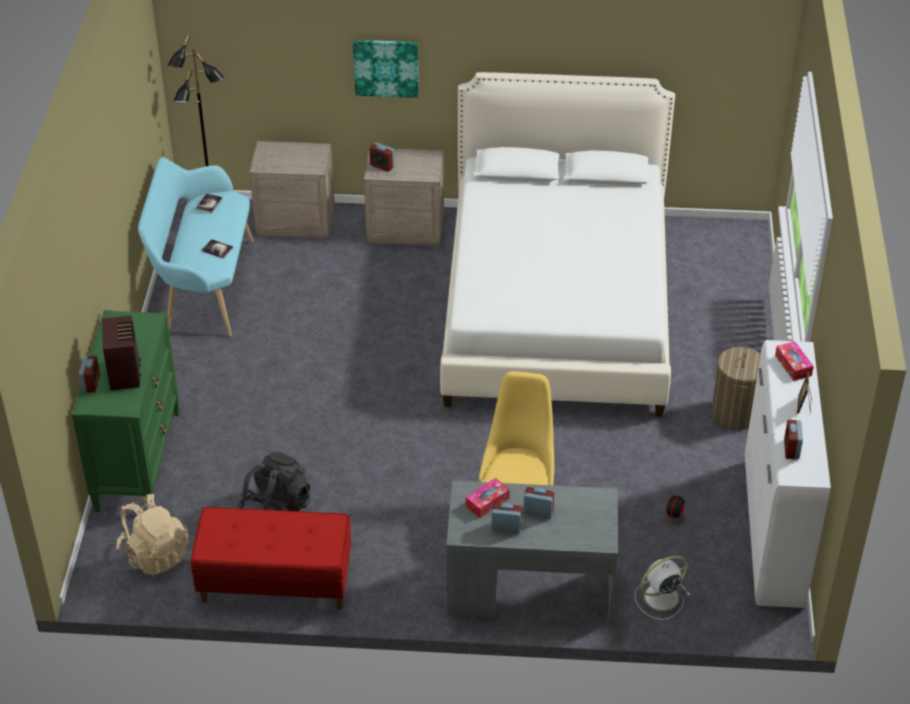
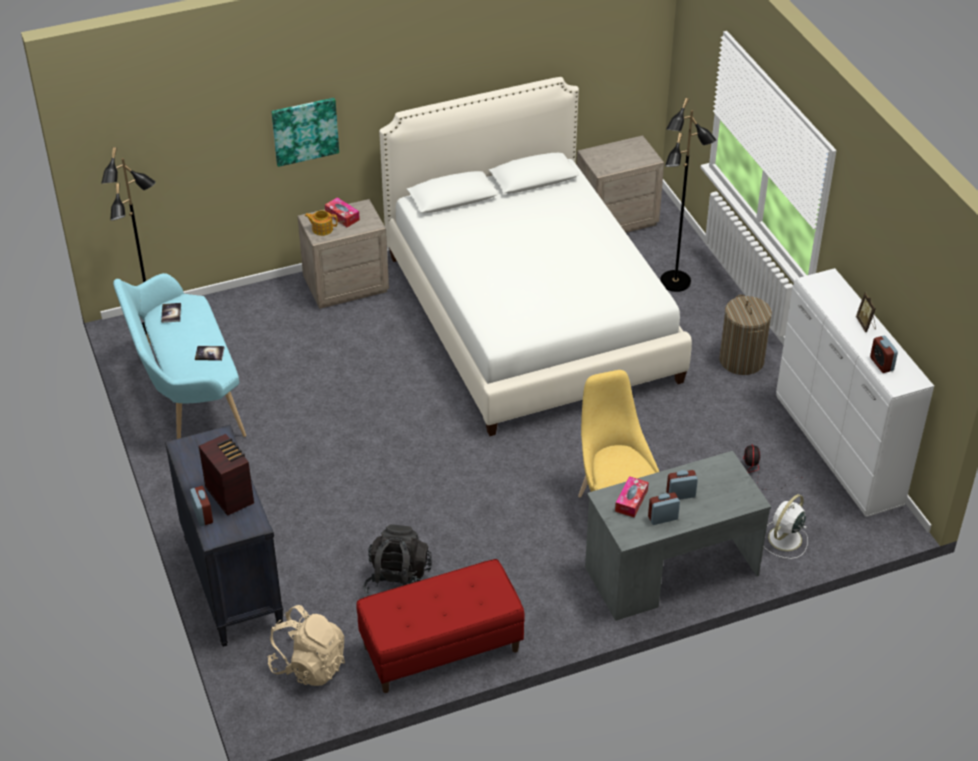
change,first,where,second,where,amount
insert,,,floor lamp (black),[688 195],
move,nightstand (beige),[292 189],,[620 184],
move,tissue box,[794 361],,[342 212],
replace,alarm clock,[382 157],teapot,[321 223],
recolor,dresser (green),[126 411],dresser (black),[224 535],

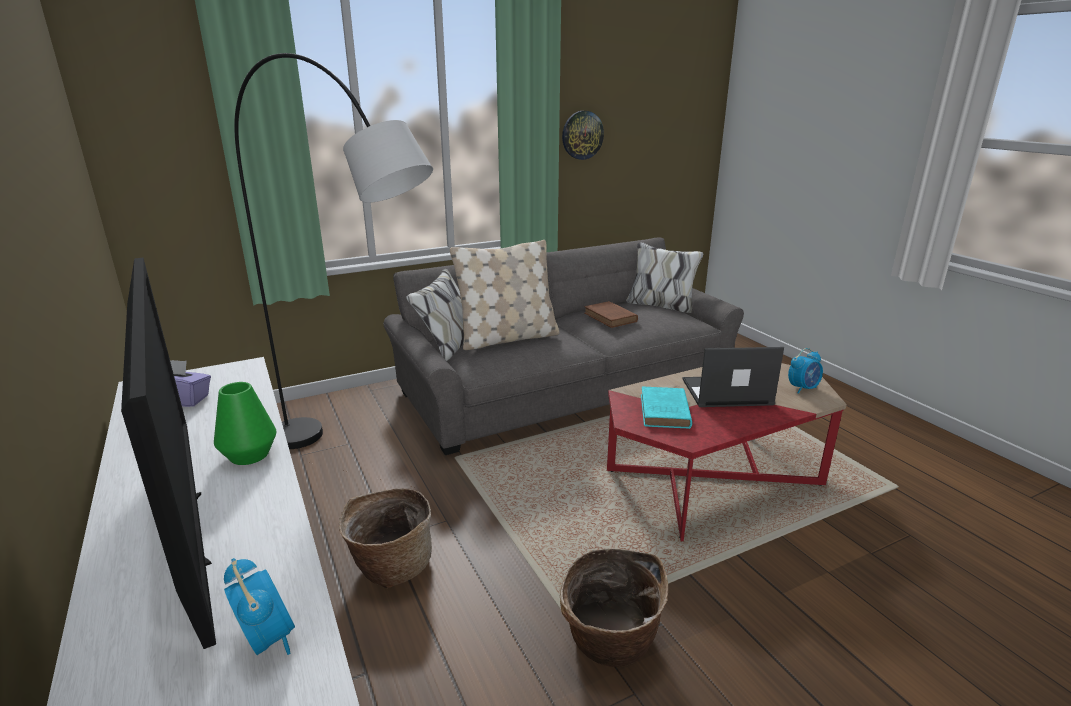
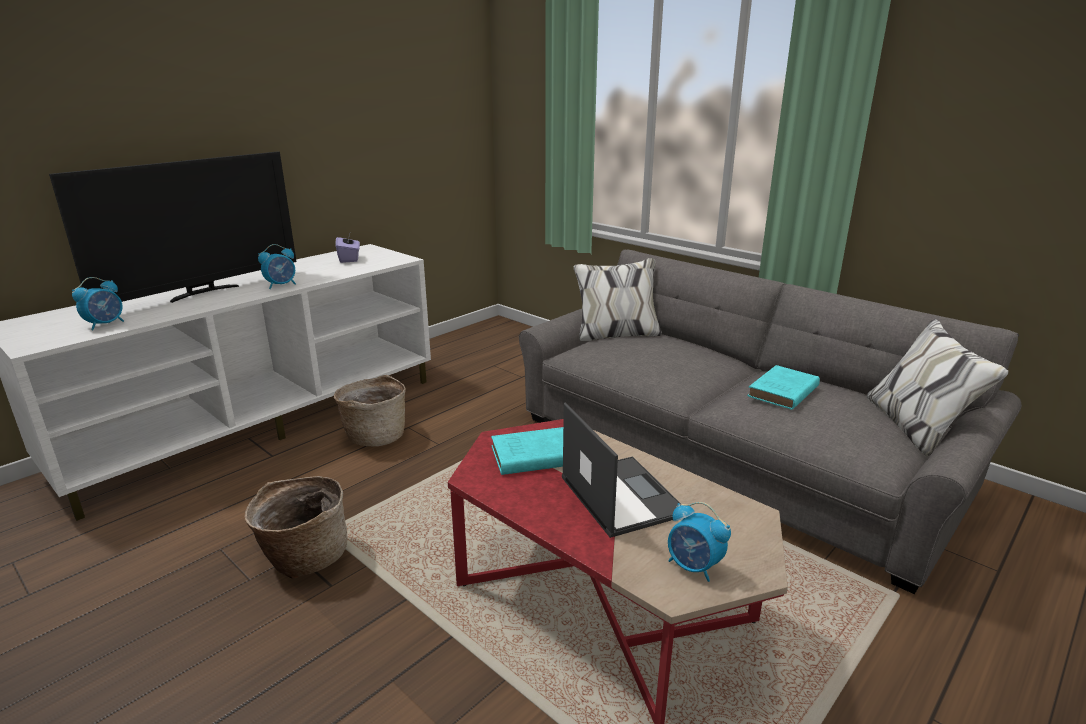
change,first,where,second,where,amount
delete,floor lamp (black),[333 251],,,
delete,pillow (beige),[504 295],,,
delete,wall clock,[583 135],,,
replace,vase (green),[245 423],alarm clock,[277 266],
recolor,book (brown),[611 314],book (turquoise),[783 387],

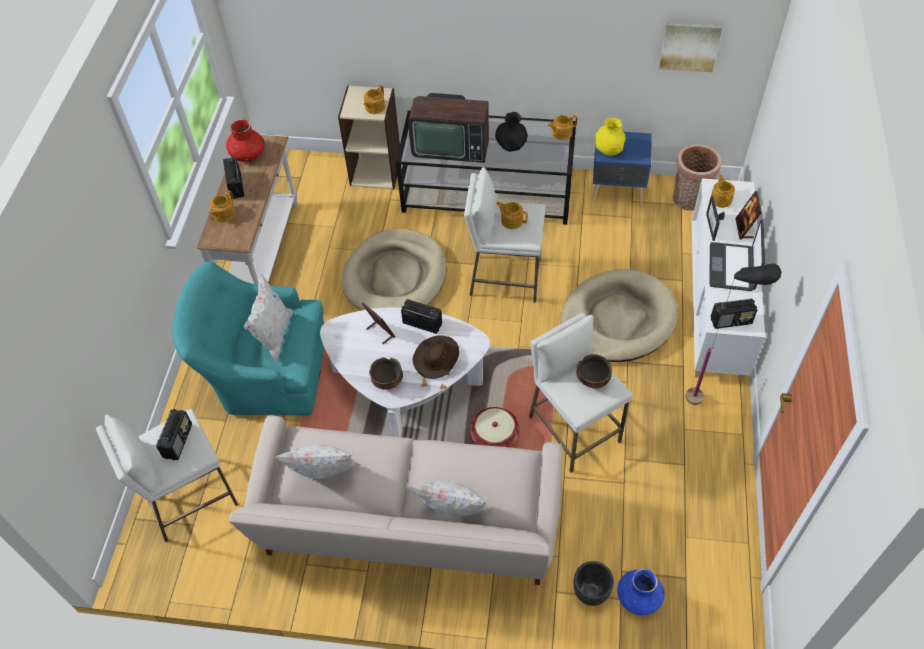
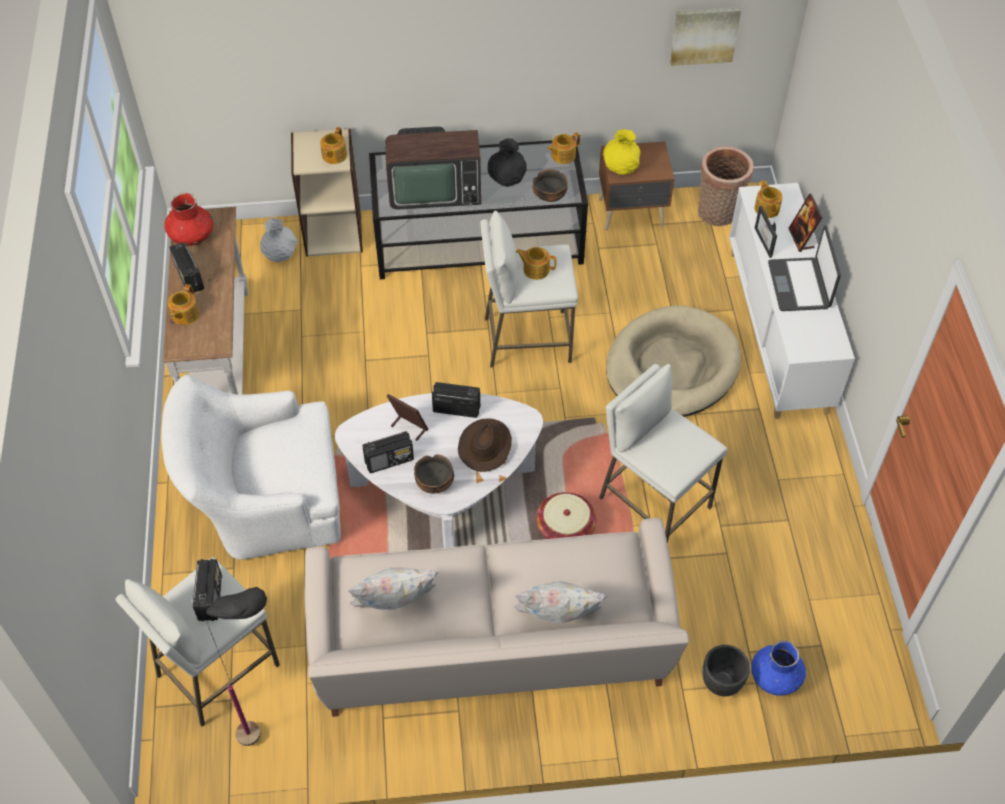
change,first,where,second,where,amount
delete,pillow (white),[268 318],,,
delete,dog bed (beige),[394 269],,,
insert,,,vase (white),[279 240],
move,bowl,[594 371],,[550 185],
move,floor lamp (black),[733 334],,[235 666],
move,radio,[734 314],,[388 452],
recolor,armchair (turquoise),[248 338],armchair (white),[251 467],
recolor,nightstand (blue),[622 167],nightstand (brown),[636 186],

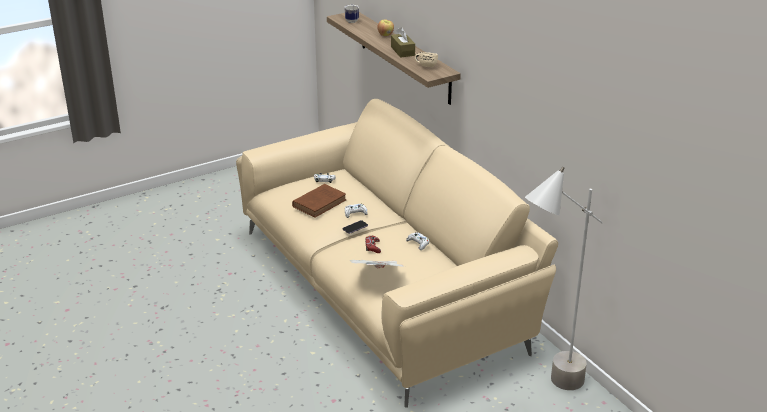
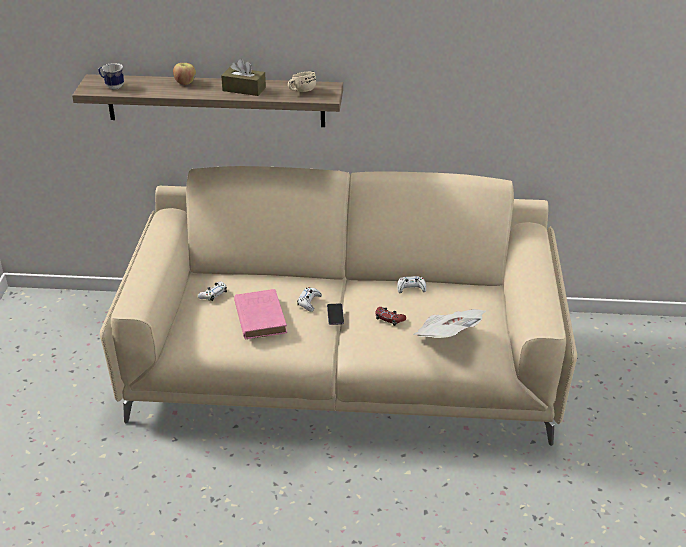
change,first,where,second,where,amount
delete,floor lamp (grey),[564 278],,,
recolor,book (brown),[319 201],book (pink),[260 314],

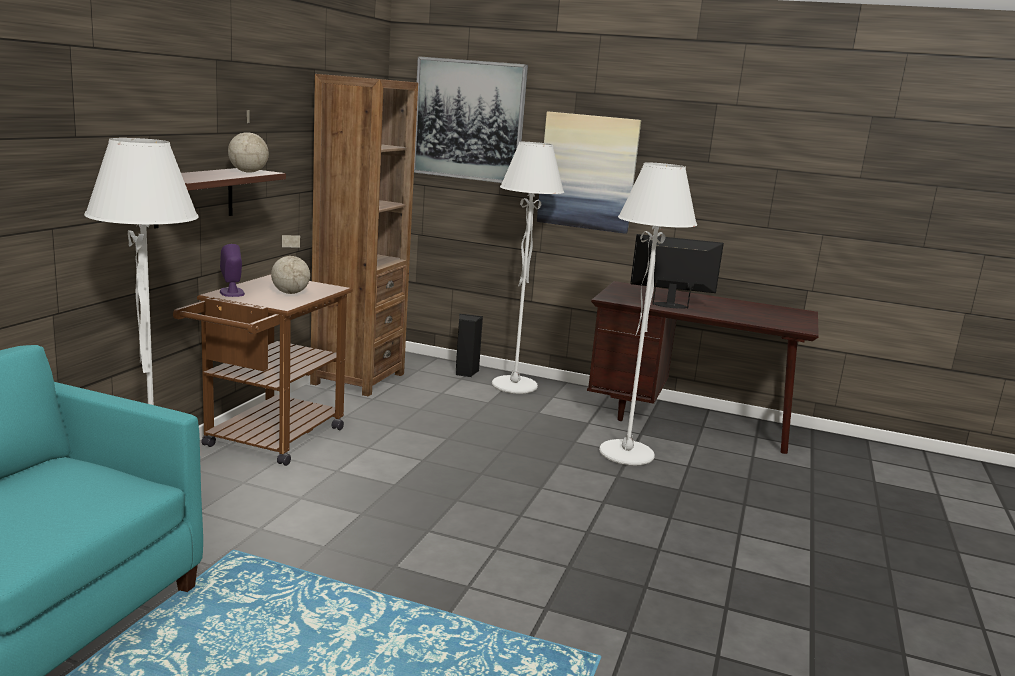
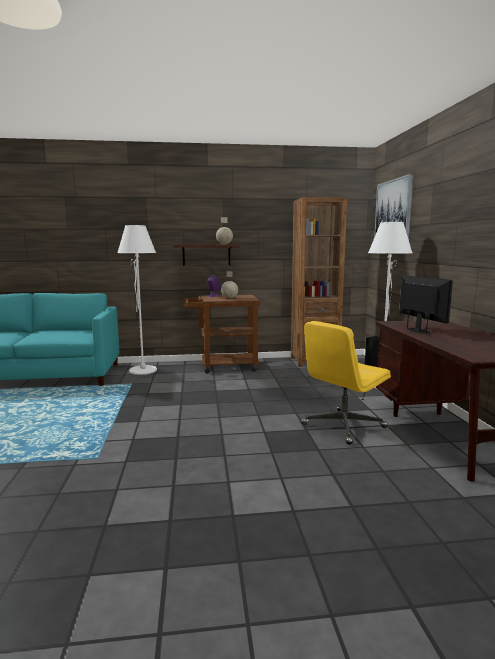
change,first,where,second,where,amount
delete,picture,[589 173],,,
replace,floor lamp (white),[648 314],office chair (yellow),[346 383],

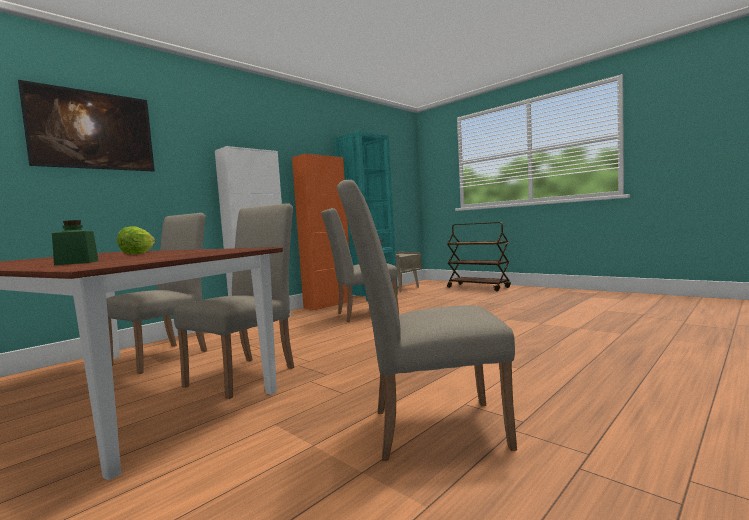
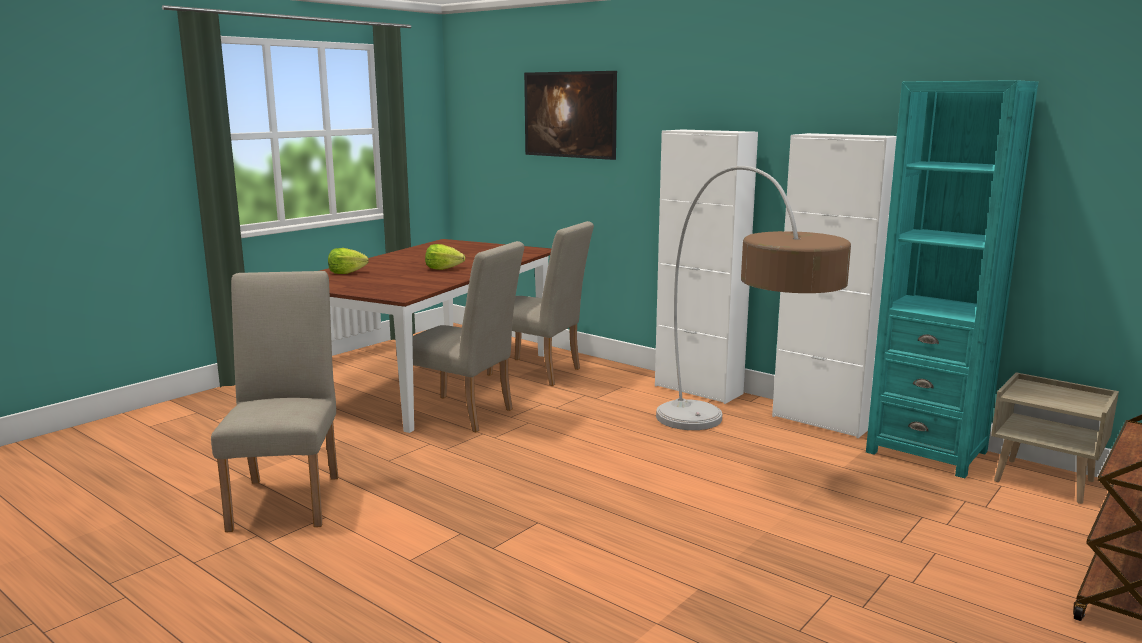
change,first,where,second,where,amount
replace,jar (green),[75 242],lettuce,[348 261],
replace,chair (beige),[360 265],floor lamp,[753 298],
recolor,cabinet (orange),[320 232],cabinet (white),[834 285],

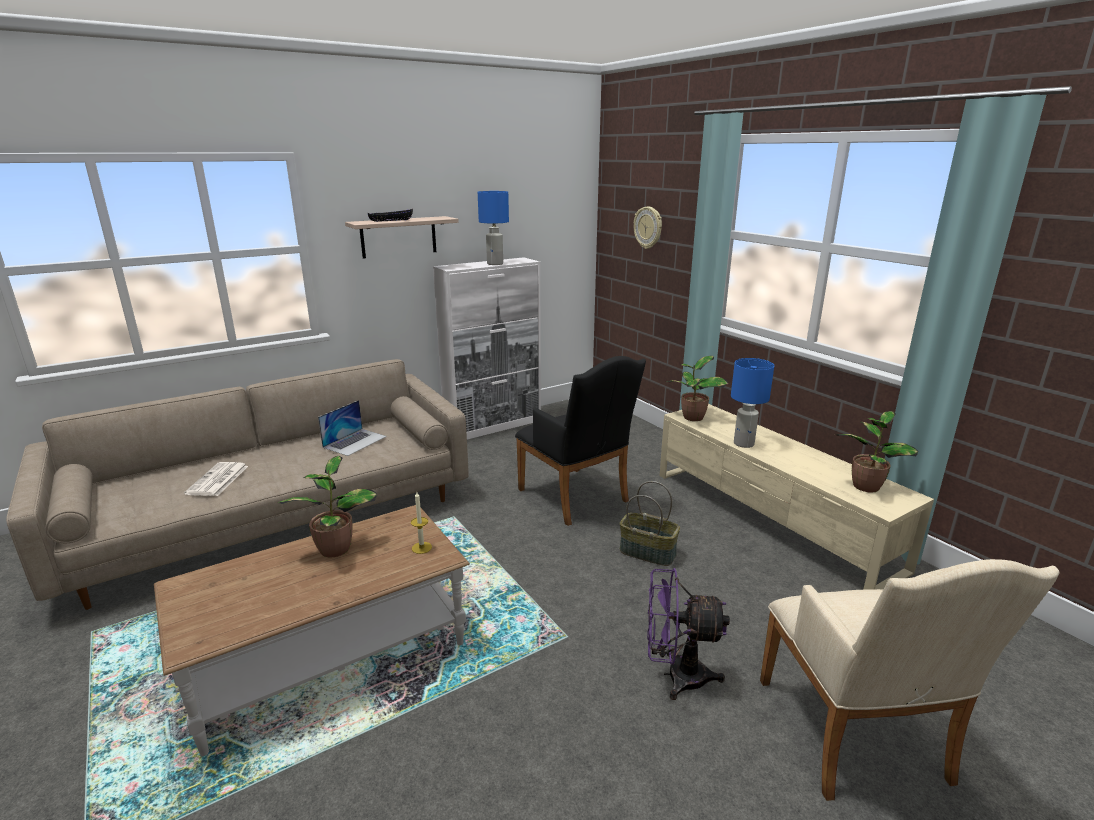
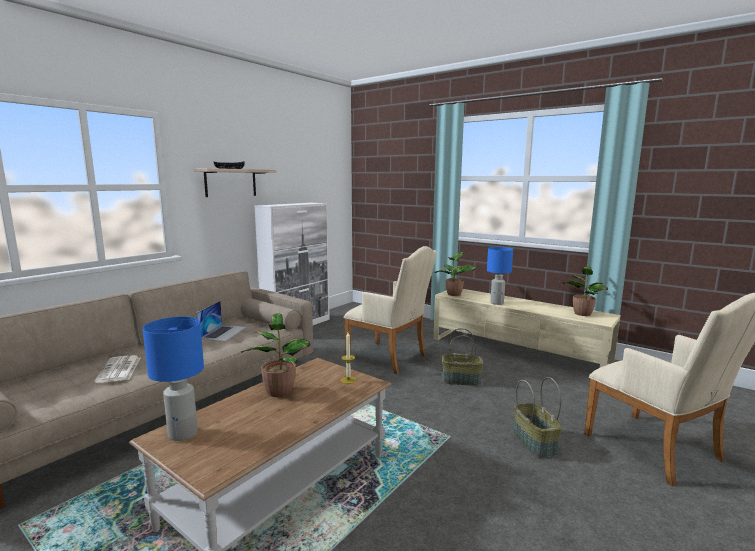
change,first,where,second,where,amount
delete,wall clock,[648 228],,,
move,table lamp (blue),[493 228],,[173 379],
replace,fan (purple),[688 634],basket,[537 417],
recolor,armchair (black),[580 441],armchair (beige),[390 310],

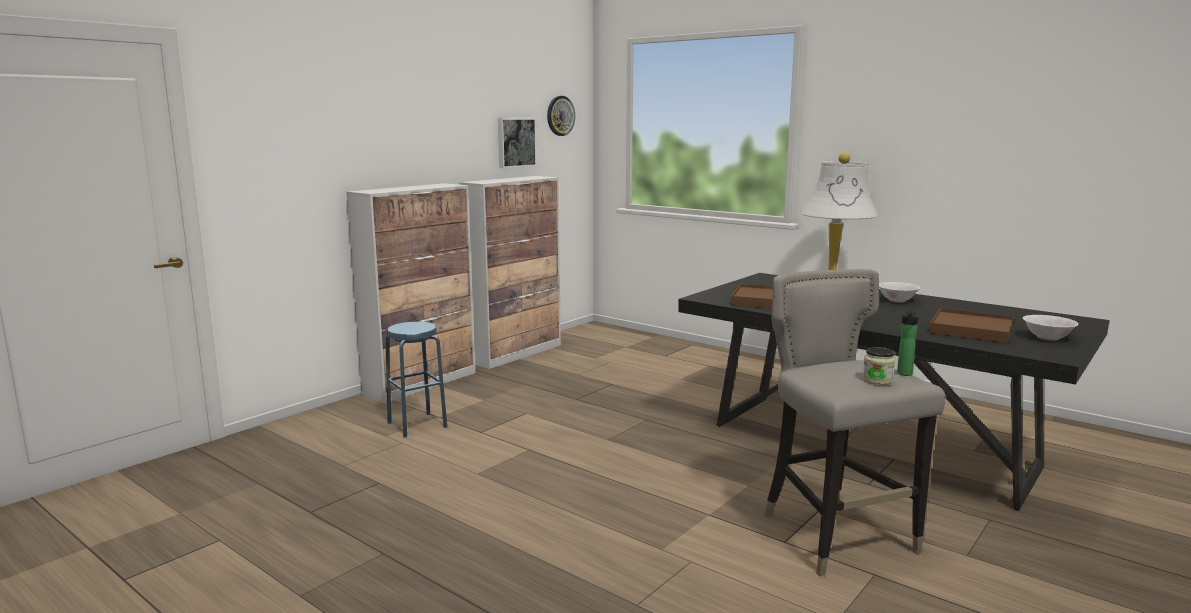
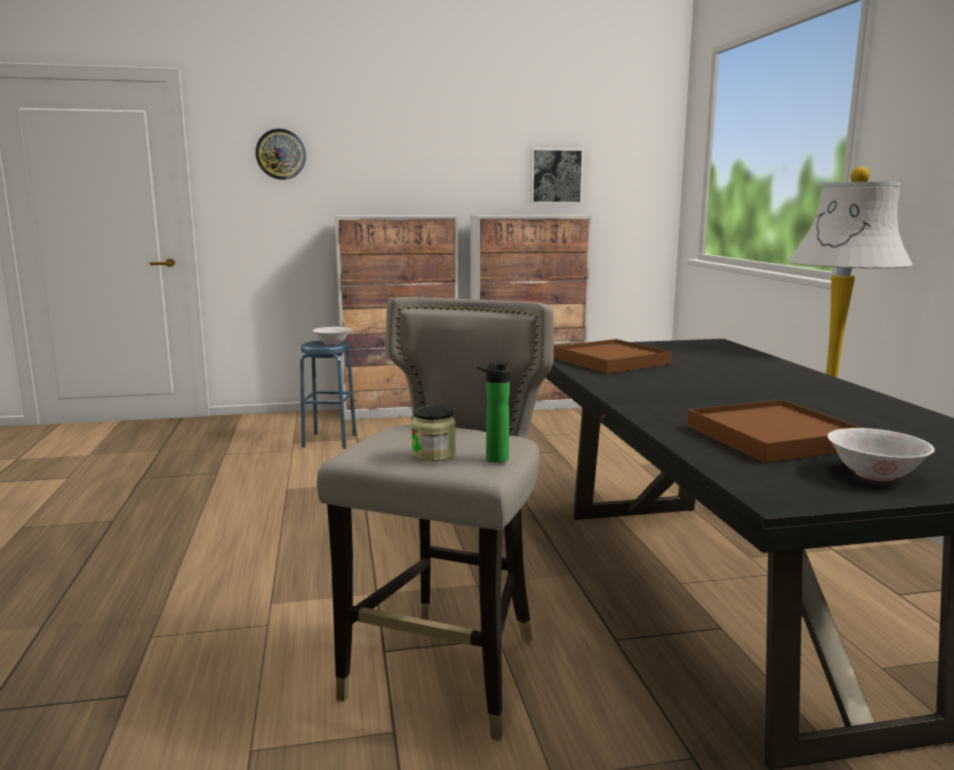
change,first,where,second,where,amount
move,wall clock,[561 116],,[280 154],
move,bowl (white),[899 292],,[332 336],

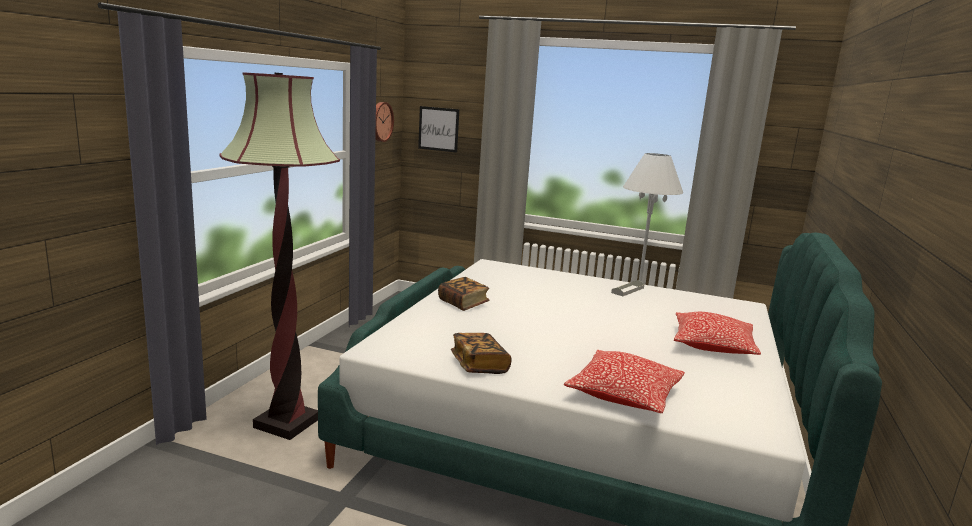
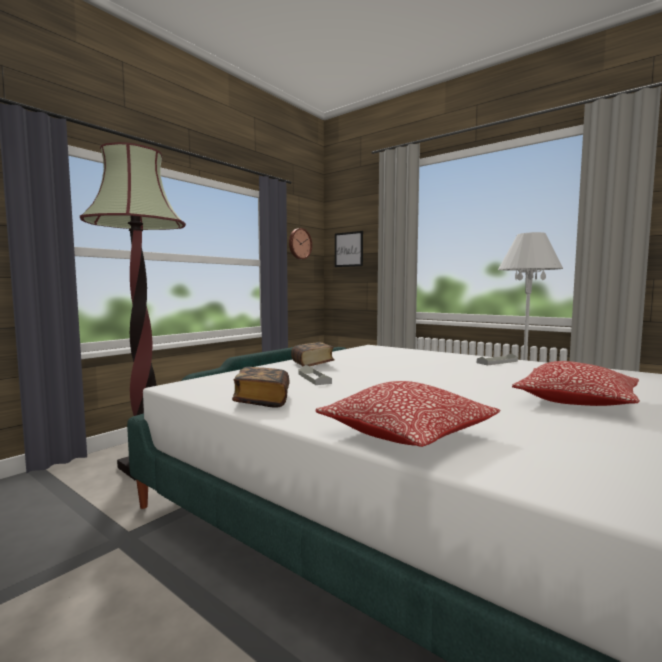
change,first,where,second,where,amount
insert,,,tray (grey),[315 375],

